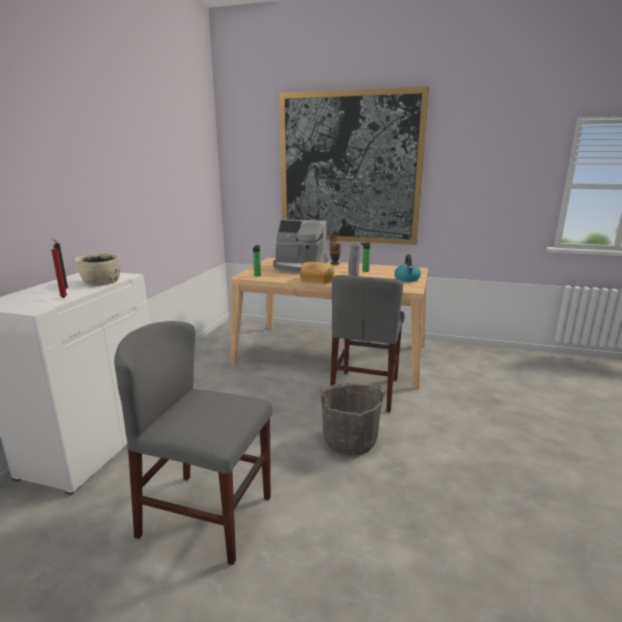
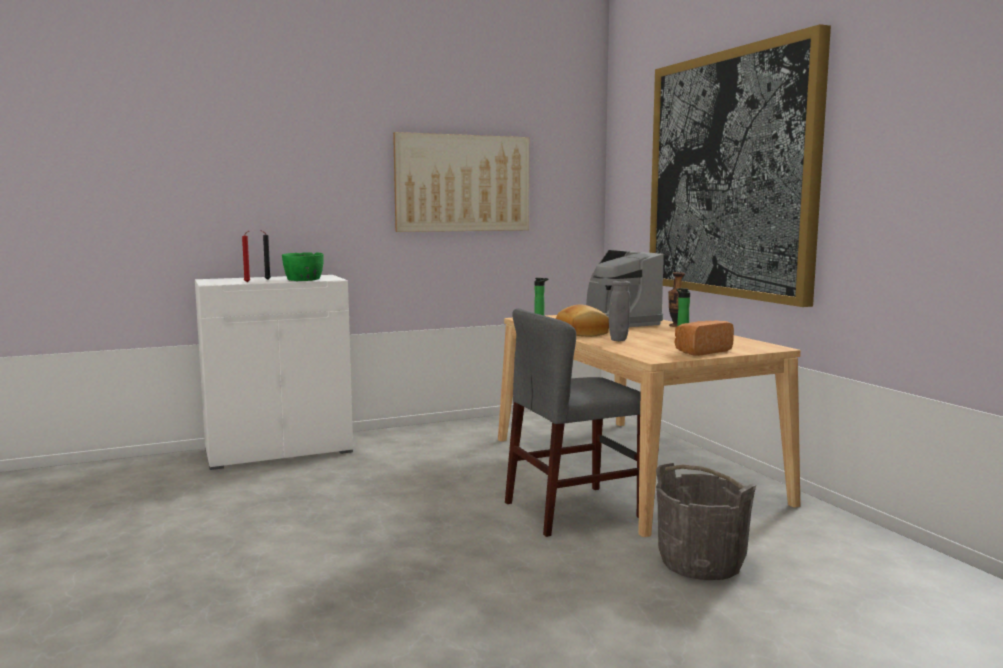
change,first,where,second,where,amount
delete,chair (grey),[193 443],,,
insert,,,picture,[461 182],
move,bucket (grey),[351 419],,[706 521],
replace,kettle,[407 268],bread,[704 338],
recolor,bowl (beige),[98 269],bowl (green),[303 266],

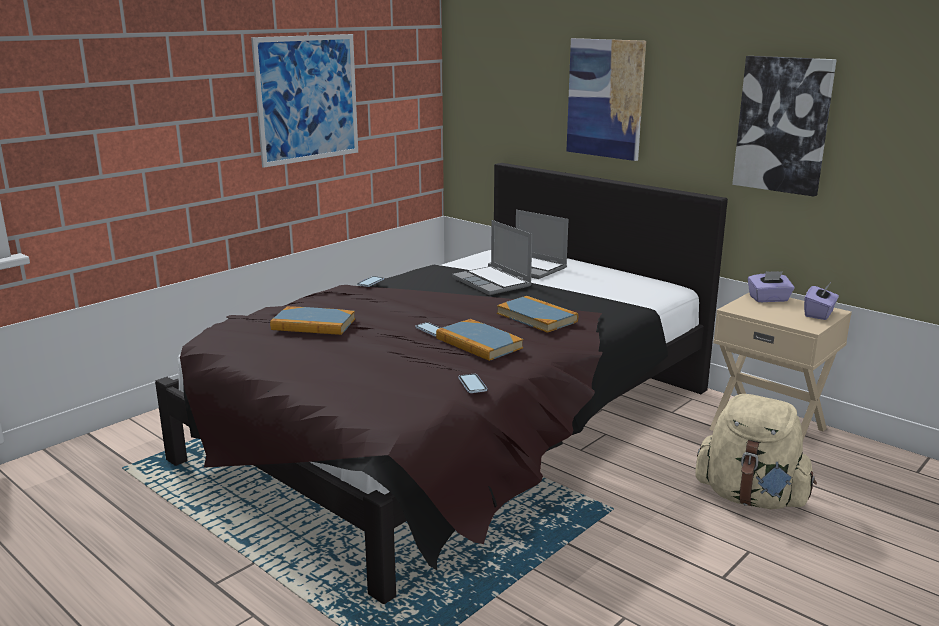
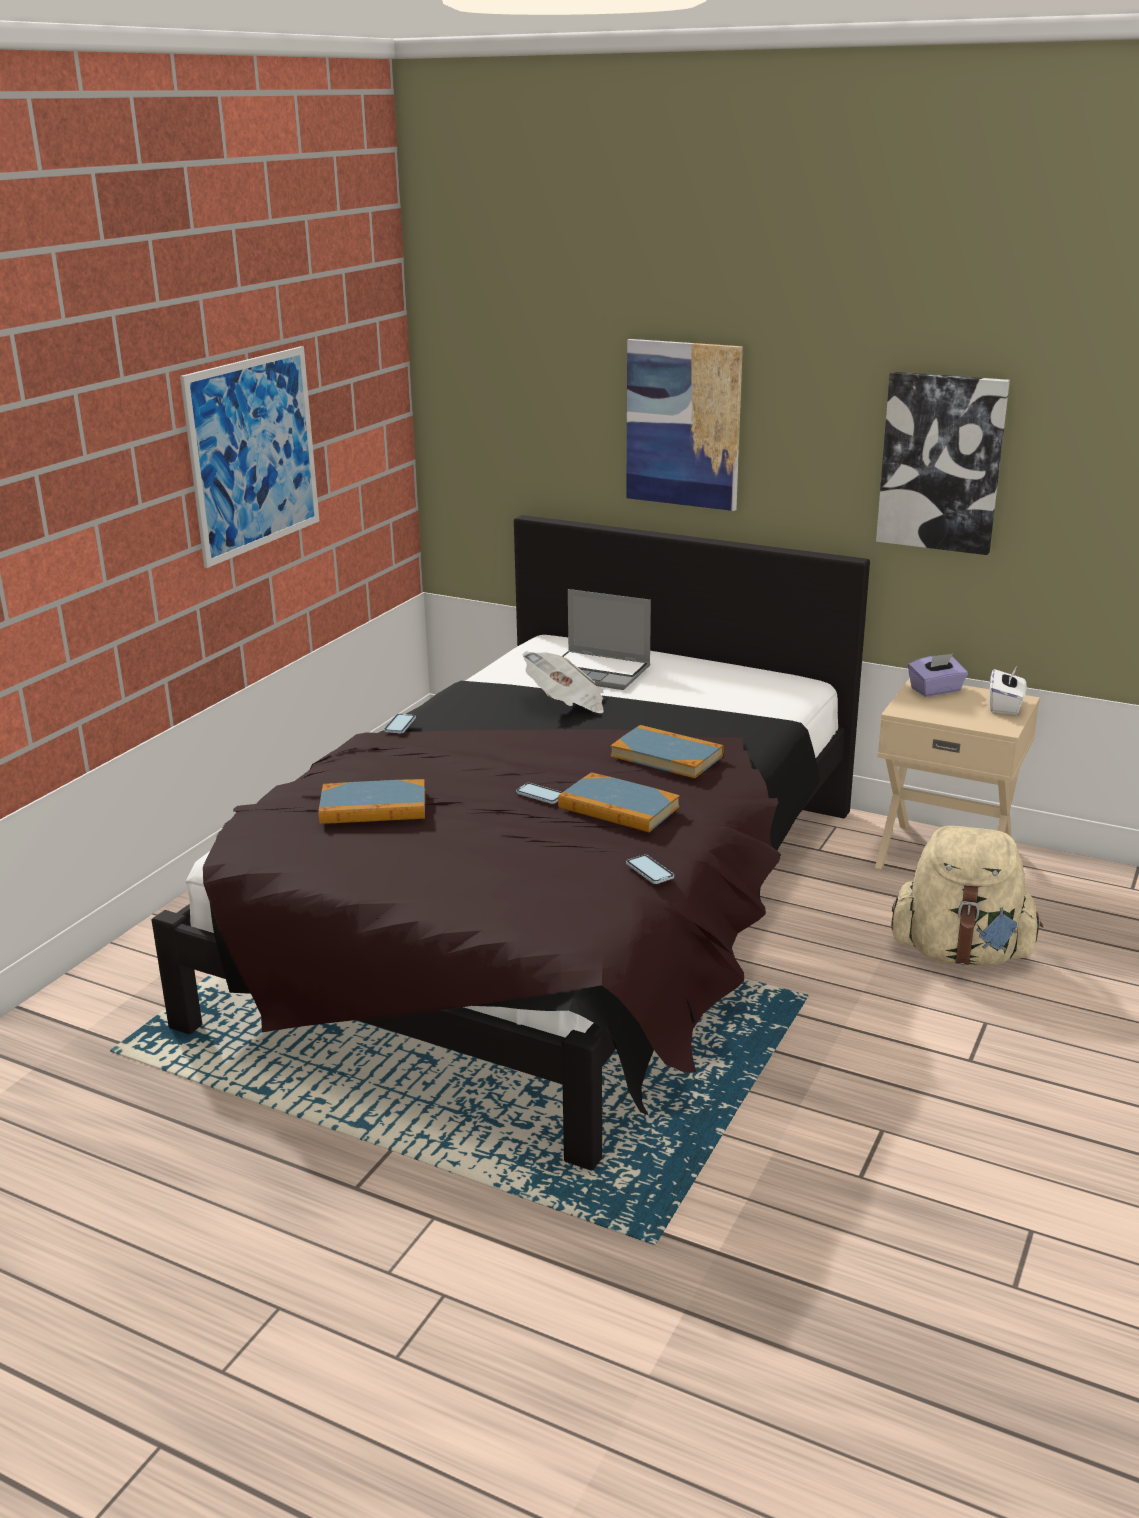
change,first,where,second,where,amount
replace,laptop,[492 257],newspaper,[563 682],
recolor,tissue box (purple),[821 302],tissue box (white),[1007 691],

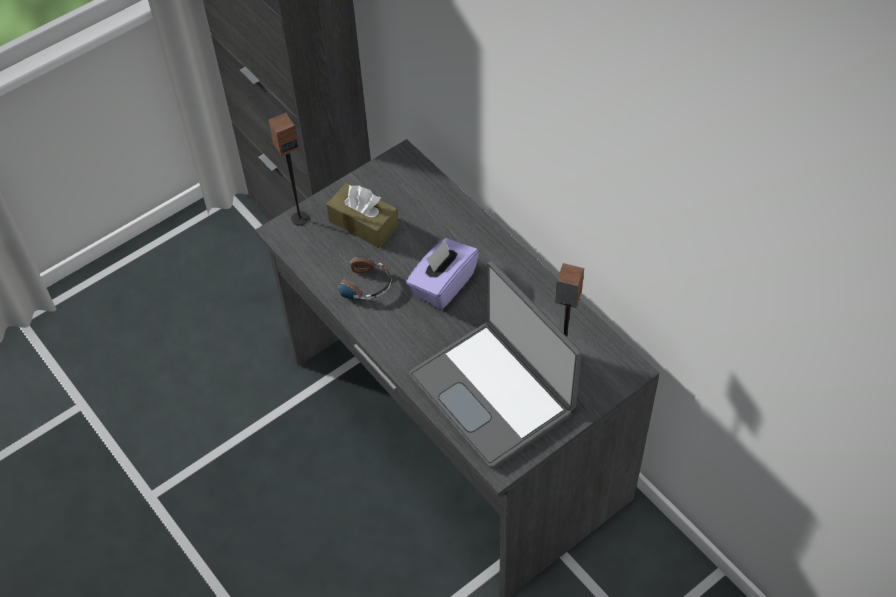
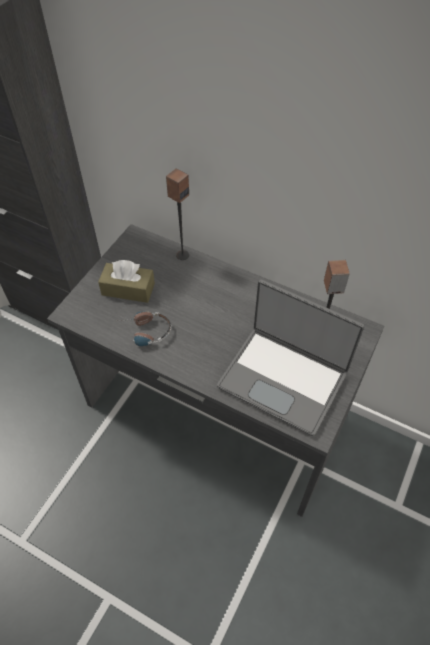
change,first,where,second,where,amount
delete,tissue box (purple),[442 274],,,
move,speaker,[289 169],,[177 214],

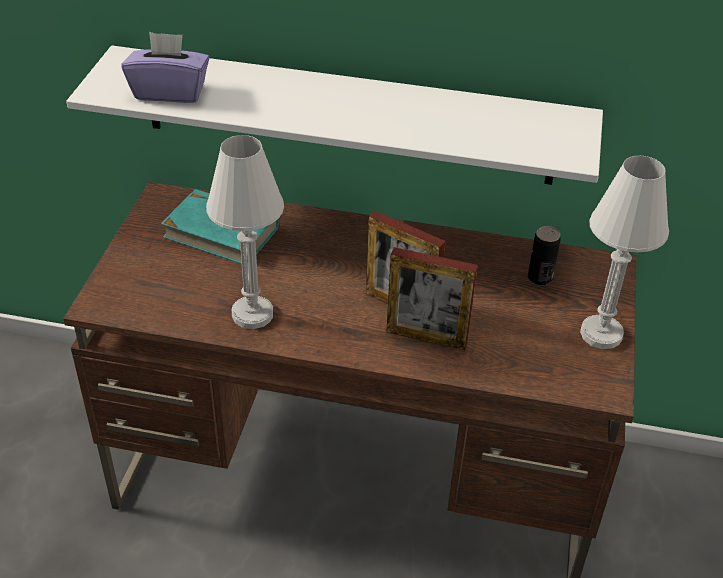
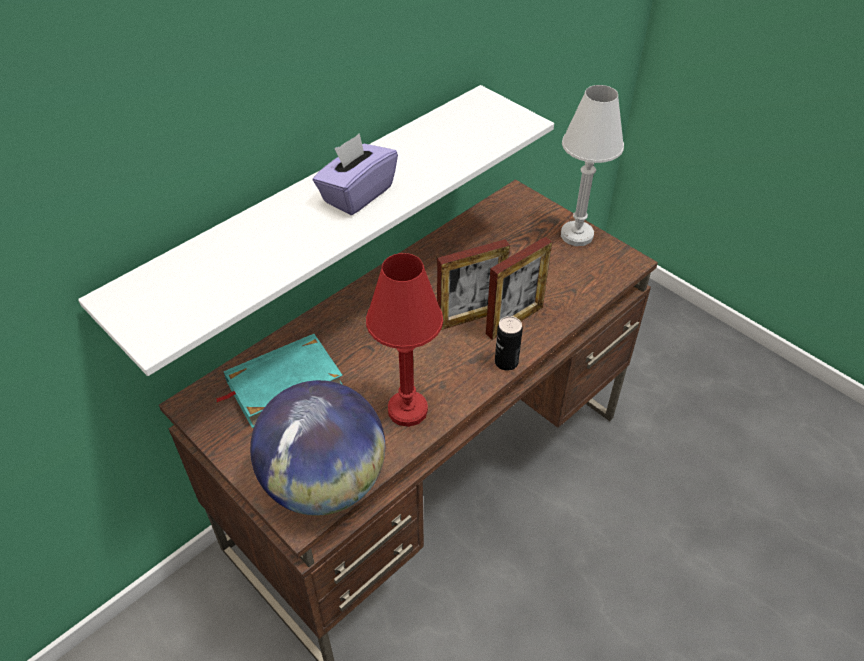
change,first,where,second,where,amount
insert,,,globe,[317 448],
move,tissue box (purple),[165 67],,[355 174],
move,can,[544 255],,[509 343],
recolor,table lamp (white),[245 232],table lamp (red),[404 340],

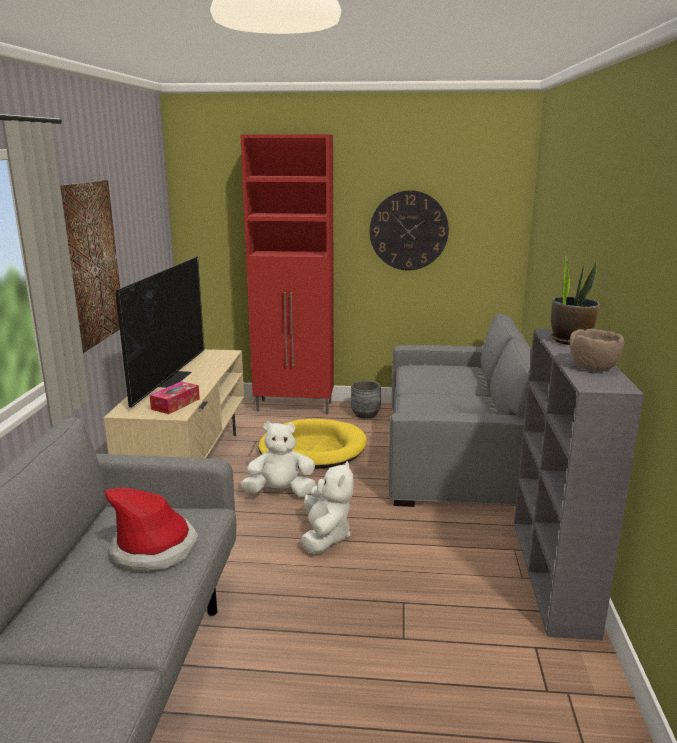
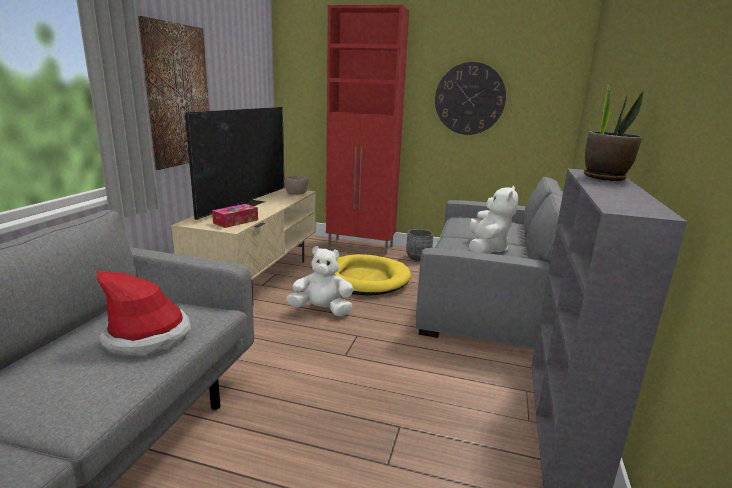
change,first,where,second,where,amount
move,plush toy (white),[327 507],,[493 220],
move,bowl (brown),[596 350],,[296 185],

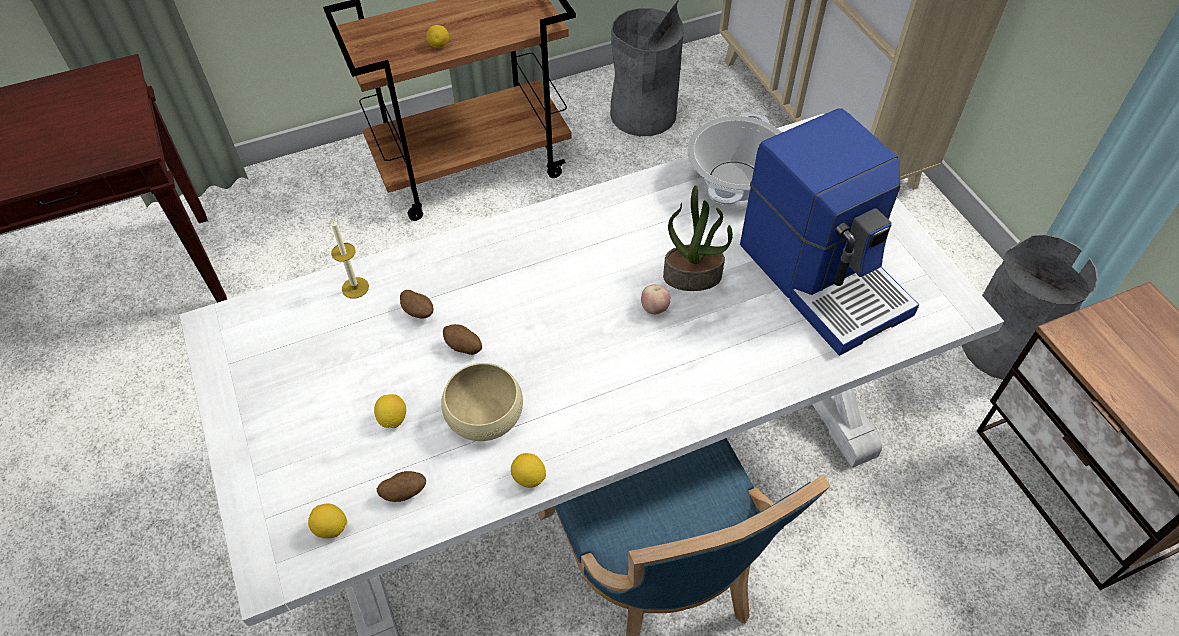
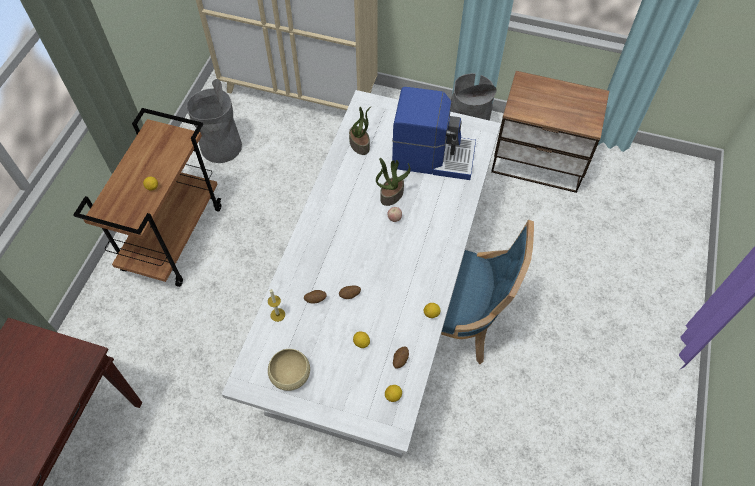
change,first,where,second,where,amount
move,bowl (beige),[482 402],,[289 370],
replace,cooking pot,[734 158],potted plant,[360 131],

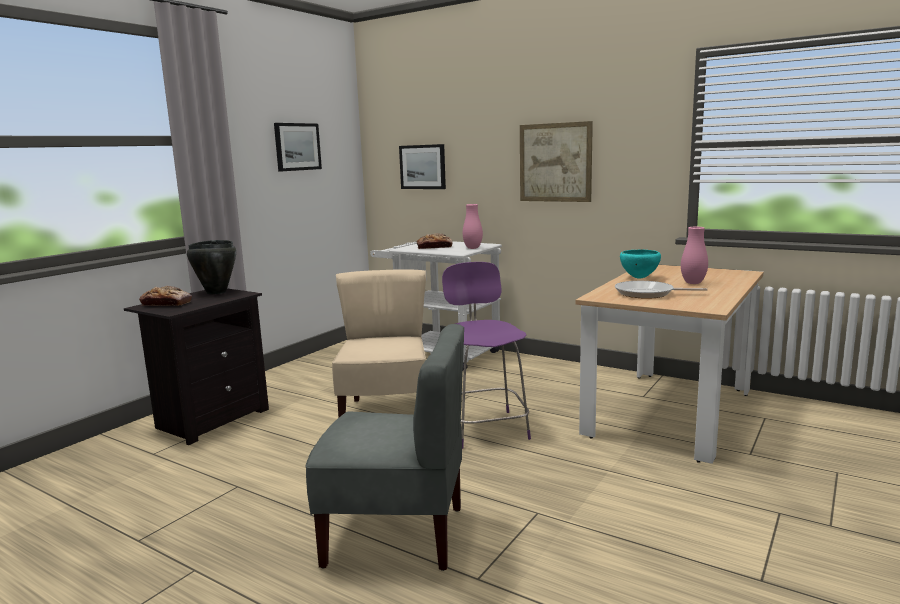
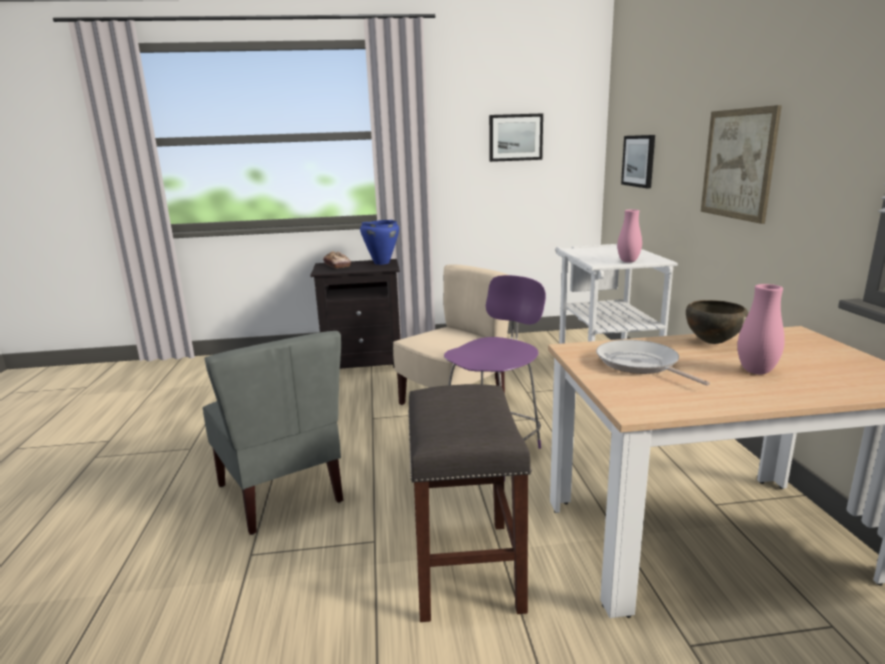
change,first,where,second,where,amount
delete,bread,[435 241],,,
insert,,,stool (grey),[470 503],
recolor,cooking pot (black),[211 267],cooking pot (blue),[379 242],
recolor,bowl (turquoise),[640 264],bowl (brown),[717 322],

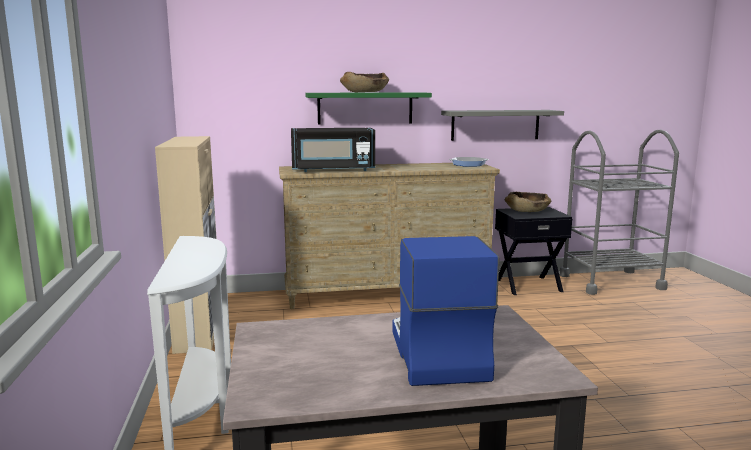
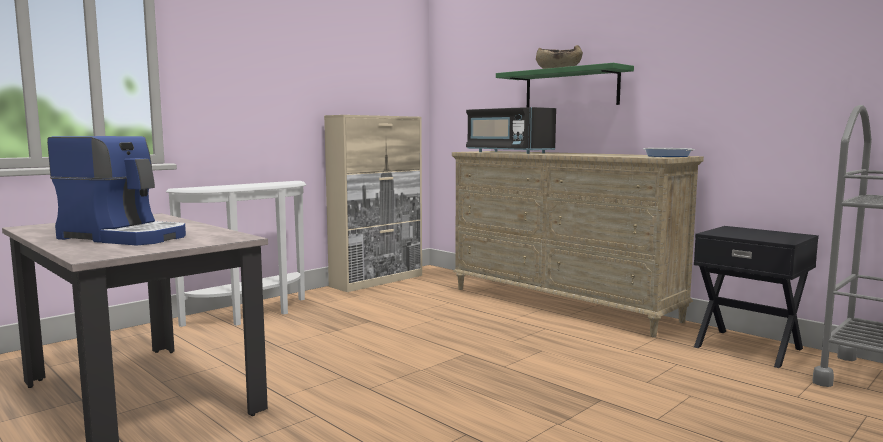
change,first,where,second,where,amount
delete,shelf (grey),[502 125],,,
delete,bowl (brown),[528 202],,,
rotate,coffee machine,[445 311],,[116 191],60 degrees clockwise

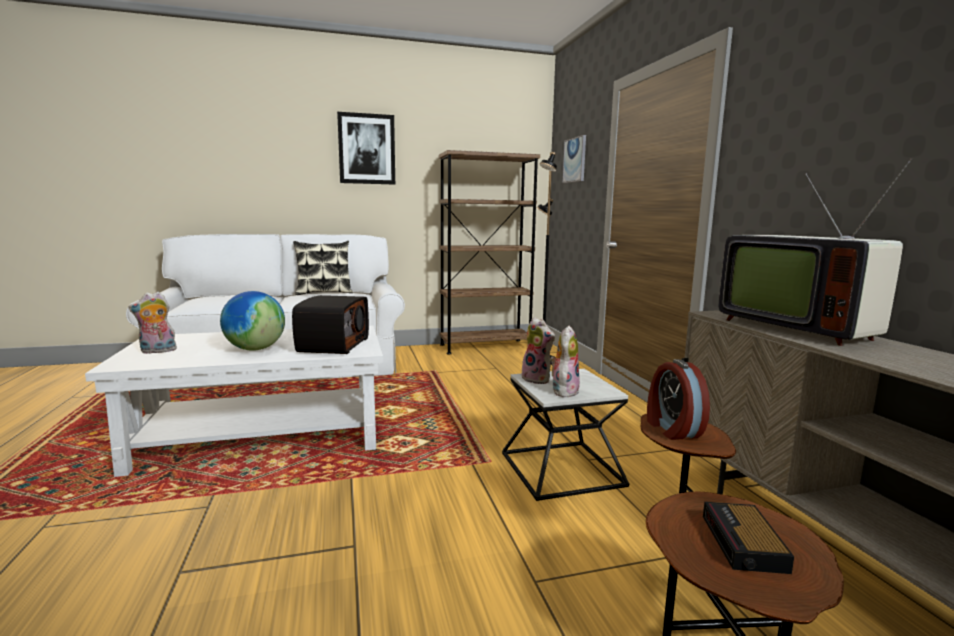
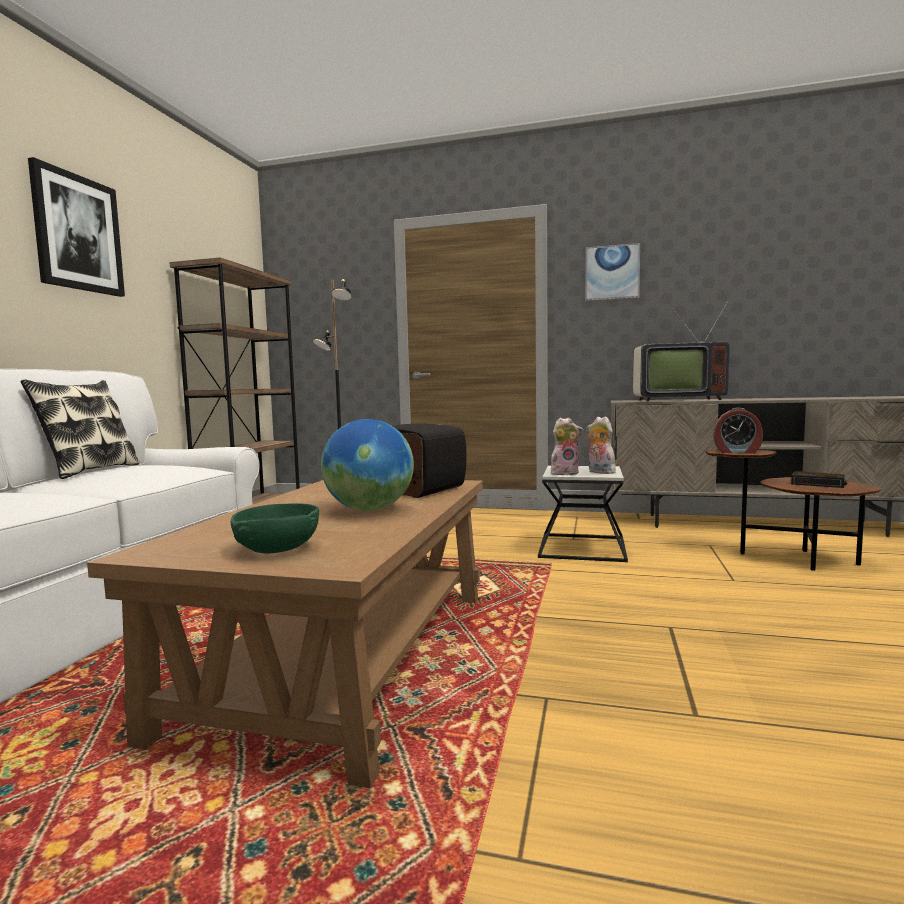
change,first,where,second,where,amount
move,picture,[574 159],,[612 272],
replace,plush toy,[153 323],bowl (green),[275 528],
recolor,coffee table (white),[234 401],coffee table (brown),[285 634],

